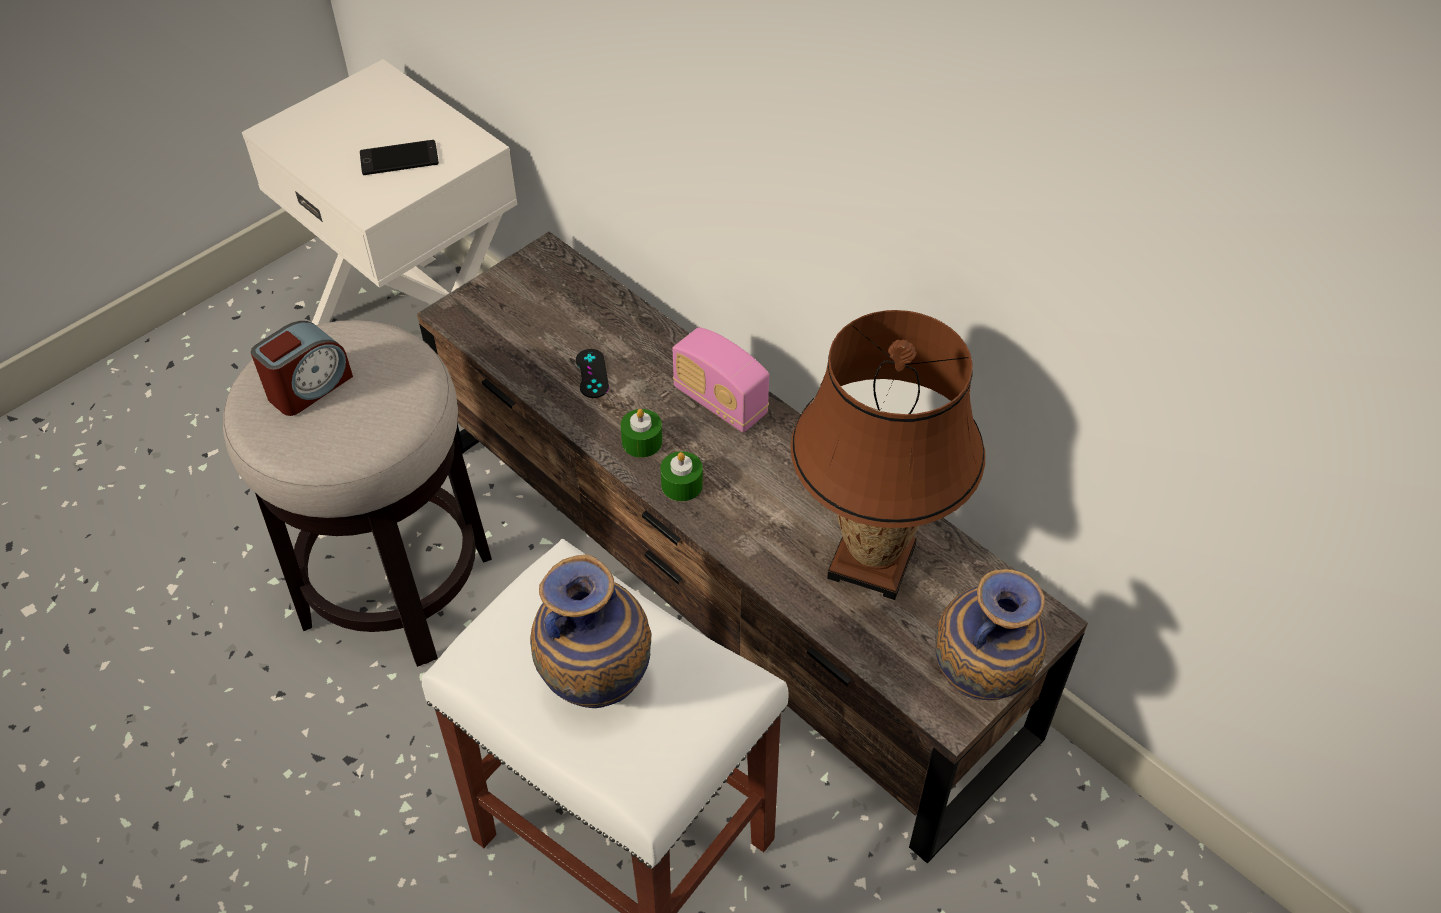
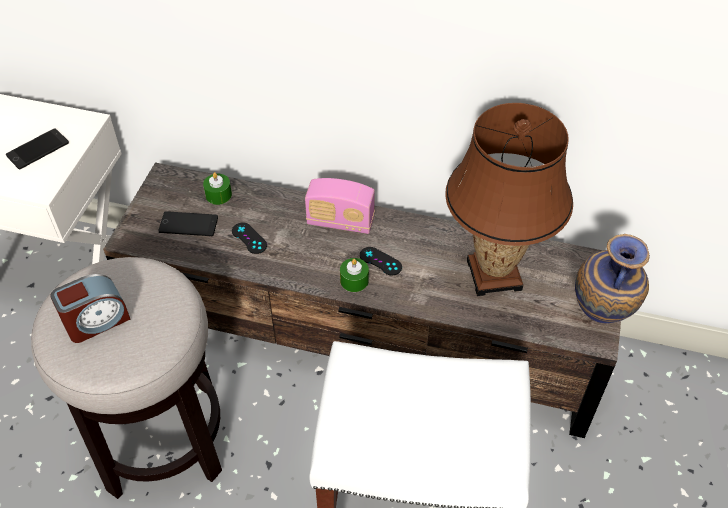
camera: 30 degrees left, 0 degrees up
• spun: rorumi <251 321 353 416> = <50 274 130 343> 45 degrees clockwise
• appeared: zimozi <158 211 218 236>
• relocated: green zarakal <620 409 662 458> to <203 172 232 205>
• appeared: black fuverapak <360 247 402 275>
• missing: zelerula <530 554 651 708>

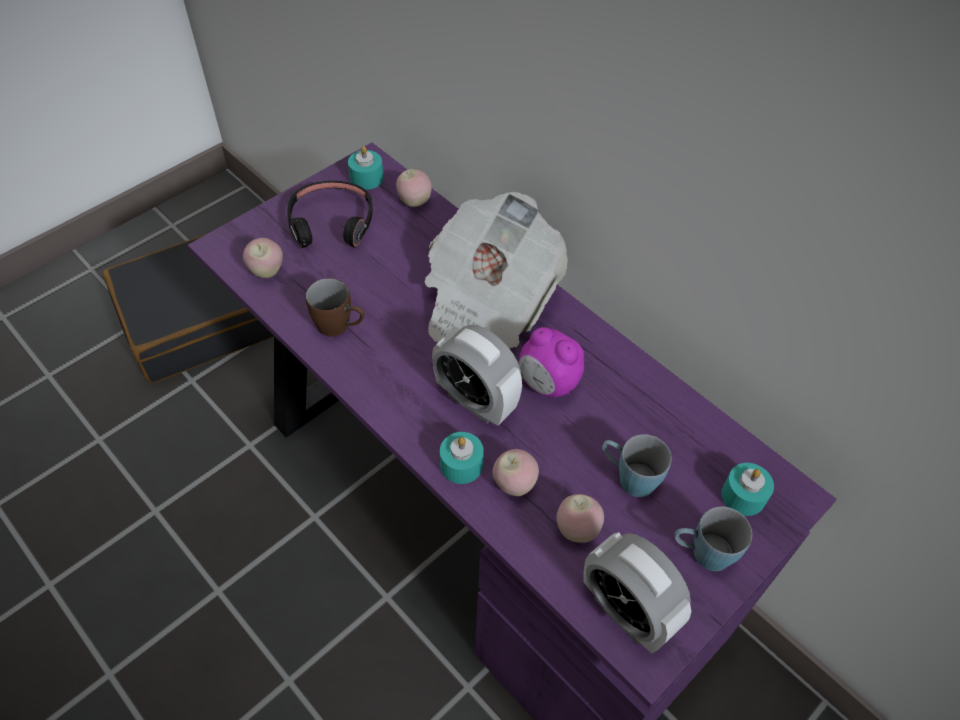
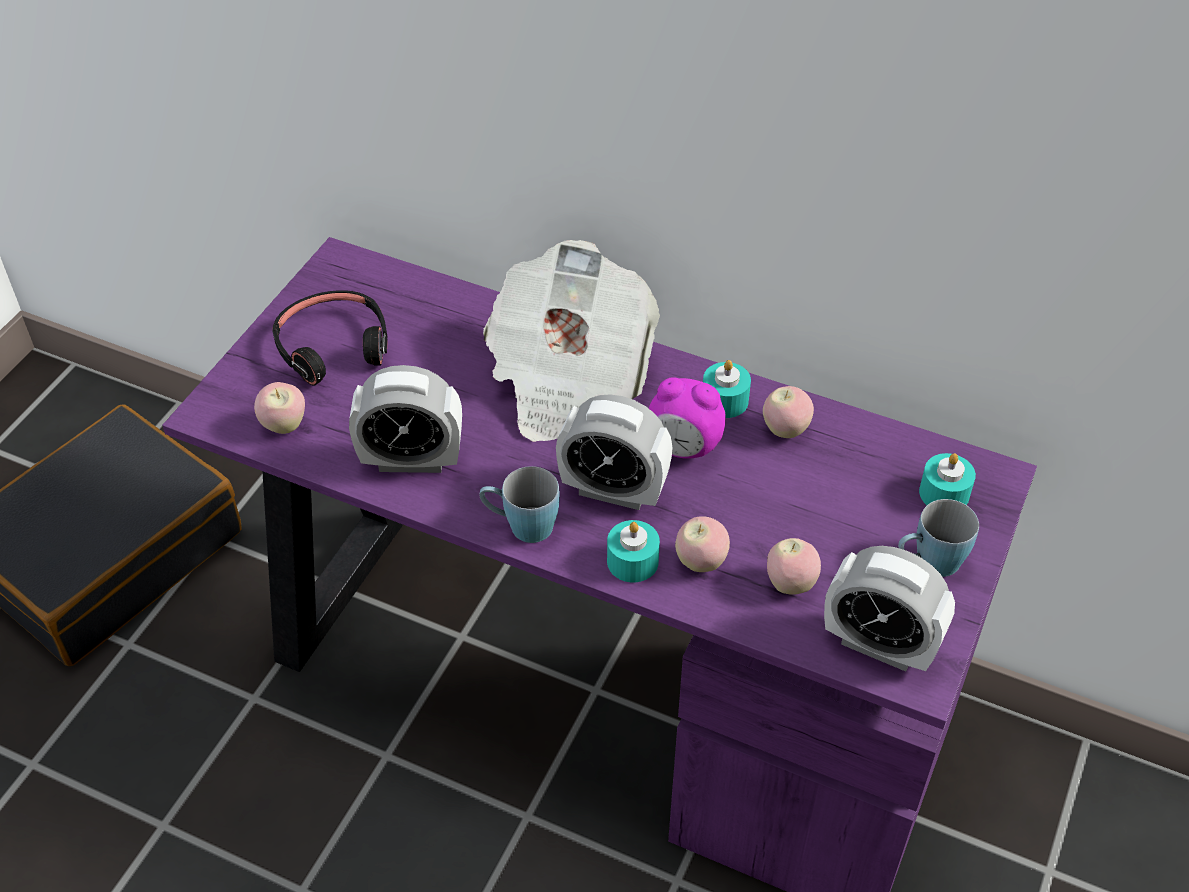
camera: 20 degrees left, 5 degrees down
• exchanged: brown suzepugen <305 278 364 337> to rorumi <349 365 462 473>
• relocated: blue suzepugen <602 434 672 497> to <480 466 559 543>
• relocated: turquoise zarakal <348 146 383 190> to <703 360 751 418>
• relocated: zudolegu <396 169 432 207> to <763 386 814 438>

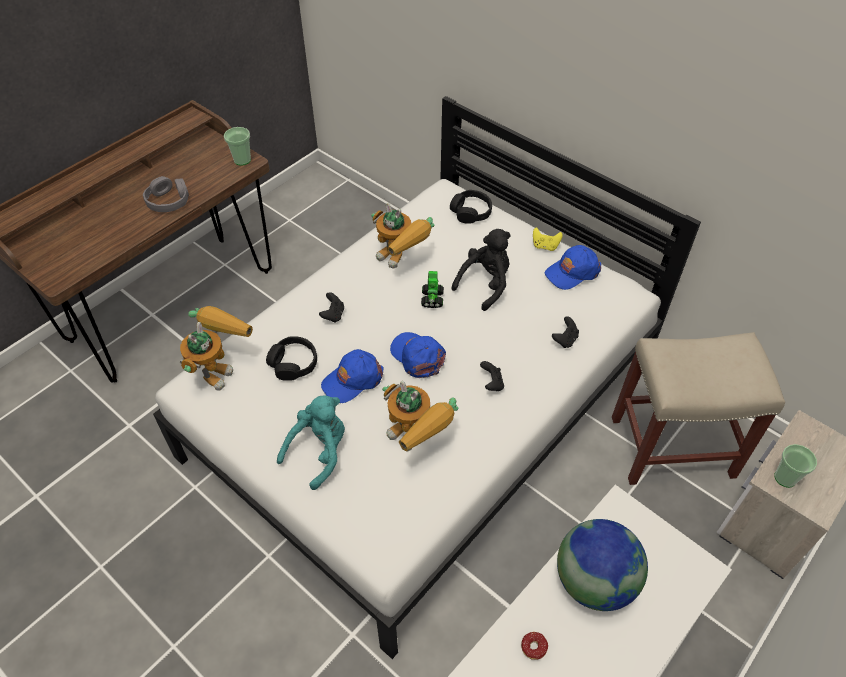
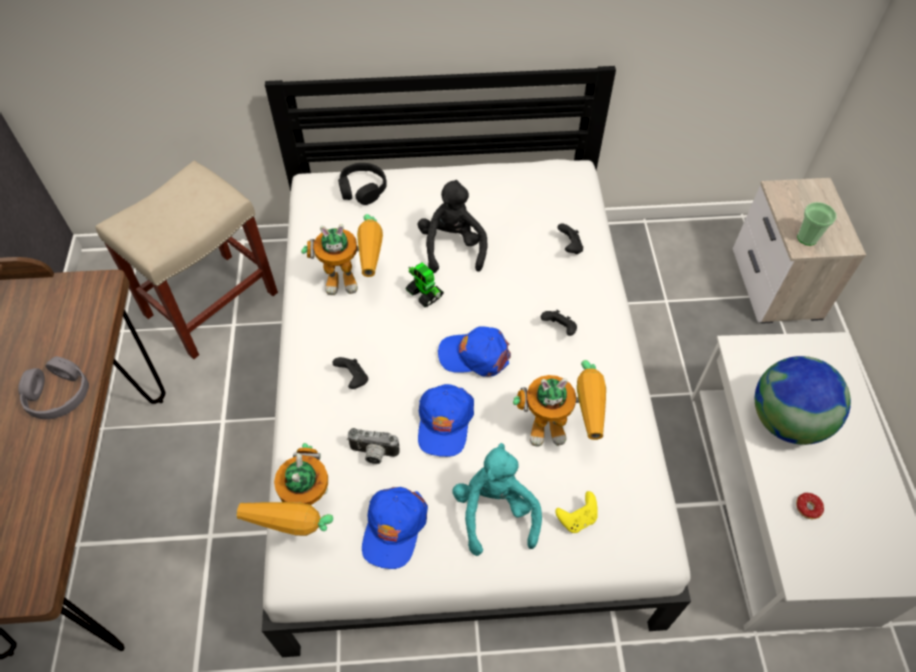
camera: 45 degrees left, 5 degrees up
• relocated: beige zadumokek <612 332 785 485> to <95 161 278 359>
• spun: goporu <180 306 253 390> = <237 443 333 536> 150 degrees counterclockwise
• exchanged: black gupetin <266 336 317 381> to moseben <347 428 400 464>
• relocated: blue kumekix <545 245 601 290> to <362 487 428 569>
• relocated: yellow fuverapak <533 228 563 251> to <555 491 598 533>
• missing: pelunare <224 127 251 166>

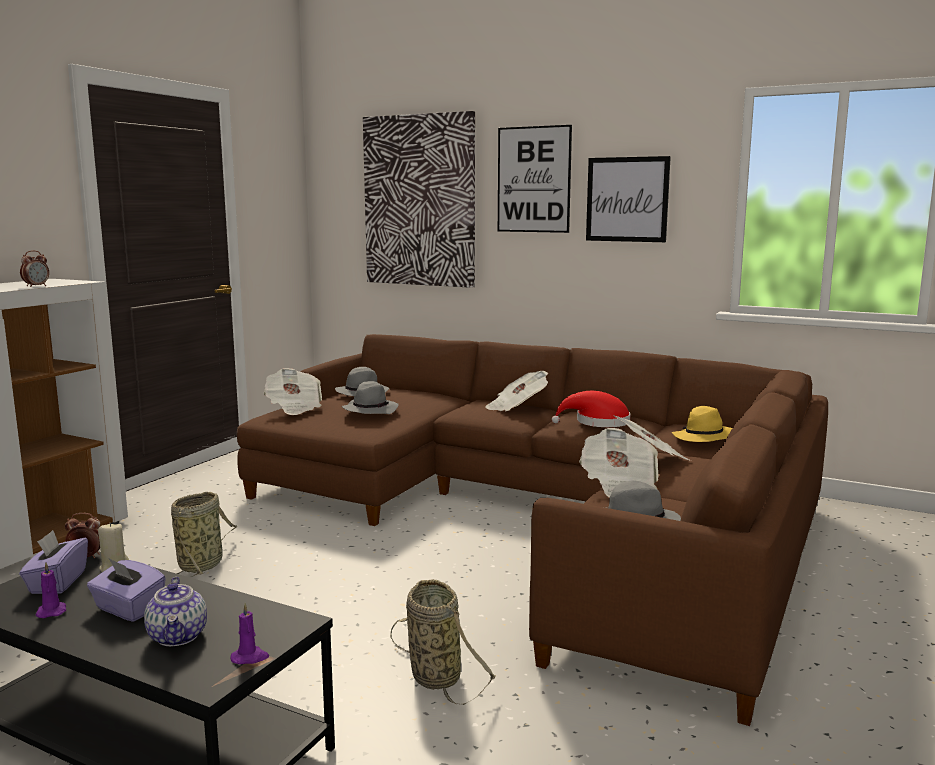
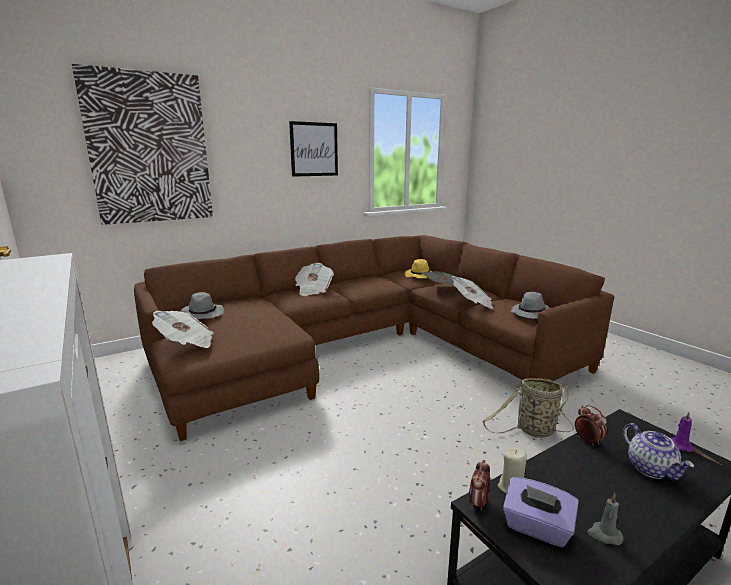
camera: 60 degrees left, 5 degrees up
• relocated: rorumi <20 250 49 287> to <575 405 607 446>
• colour: purple zarakal <36 562 66 618> to grey zarakal <588 493 623 545>
• spun: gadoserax <144 577 207 646> = <623 423 694 481> 60 degrees clockwise
• missing: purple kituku <87 558 166 622>
• missing: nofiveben <171 492 237 577>
• missing: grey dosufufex <342 381 398 414>
• missing: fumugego <498 125 572 233>
• missing: red dosufufex <552 391 631 427>

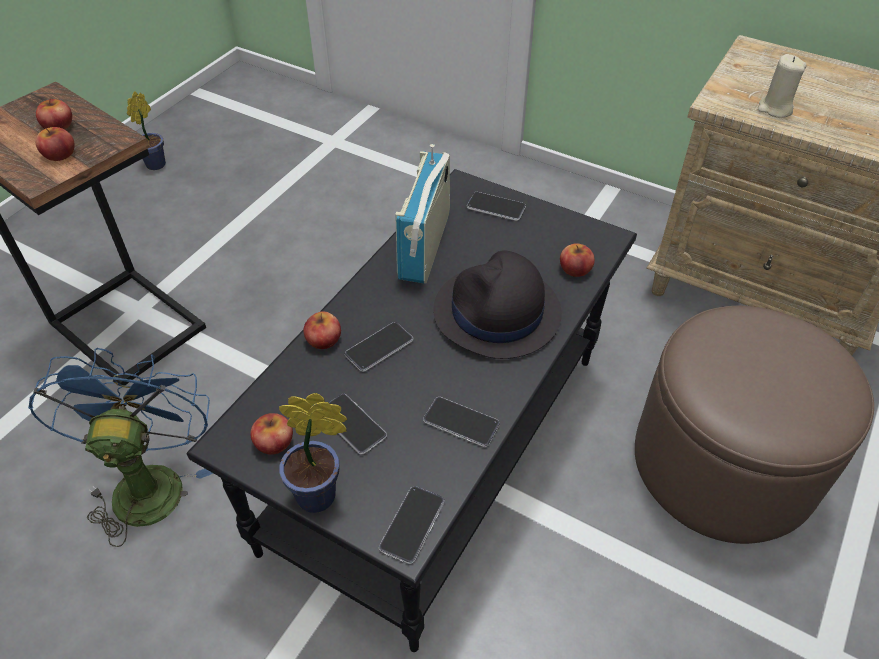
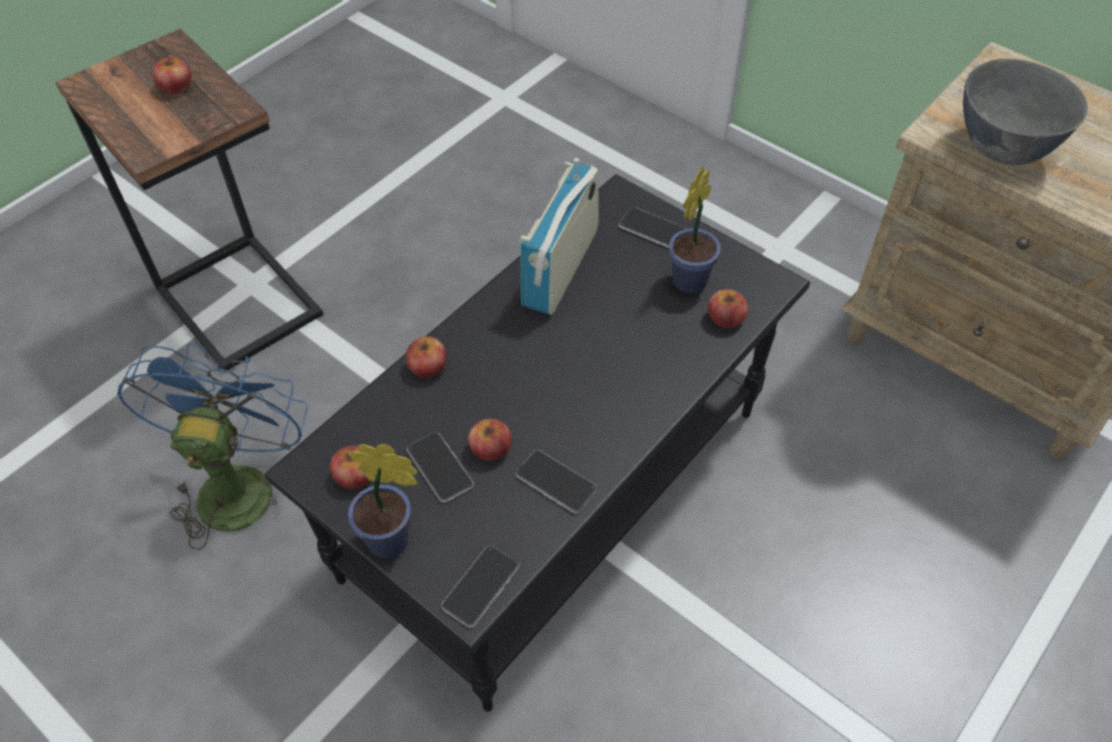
camera: 10 degrees right, 5 degrees up
• relocated: zudolegu <36 127 75 161> to <468 419 512 461>
• relocated: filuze <127 91 166 170> to <669 167 721 293>
• exchanged: beige zarakal <758 54 807 118> to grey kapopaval <963 59 1088 165>
• missing: zimozi <345 322 413 372>
• missing: black dosufufex <433 250 562 359>
• missing: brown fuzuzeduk <635 306 874 544>

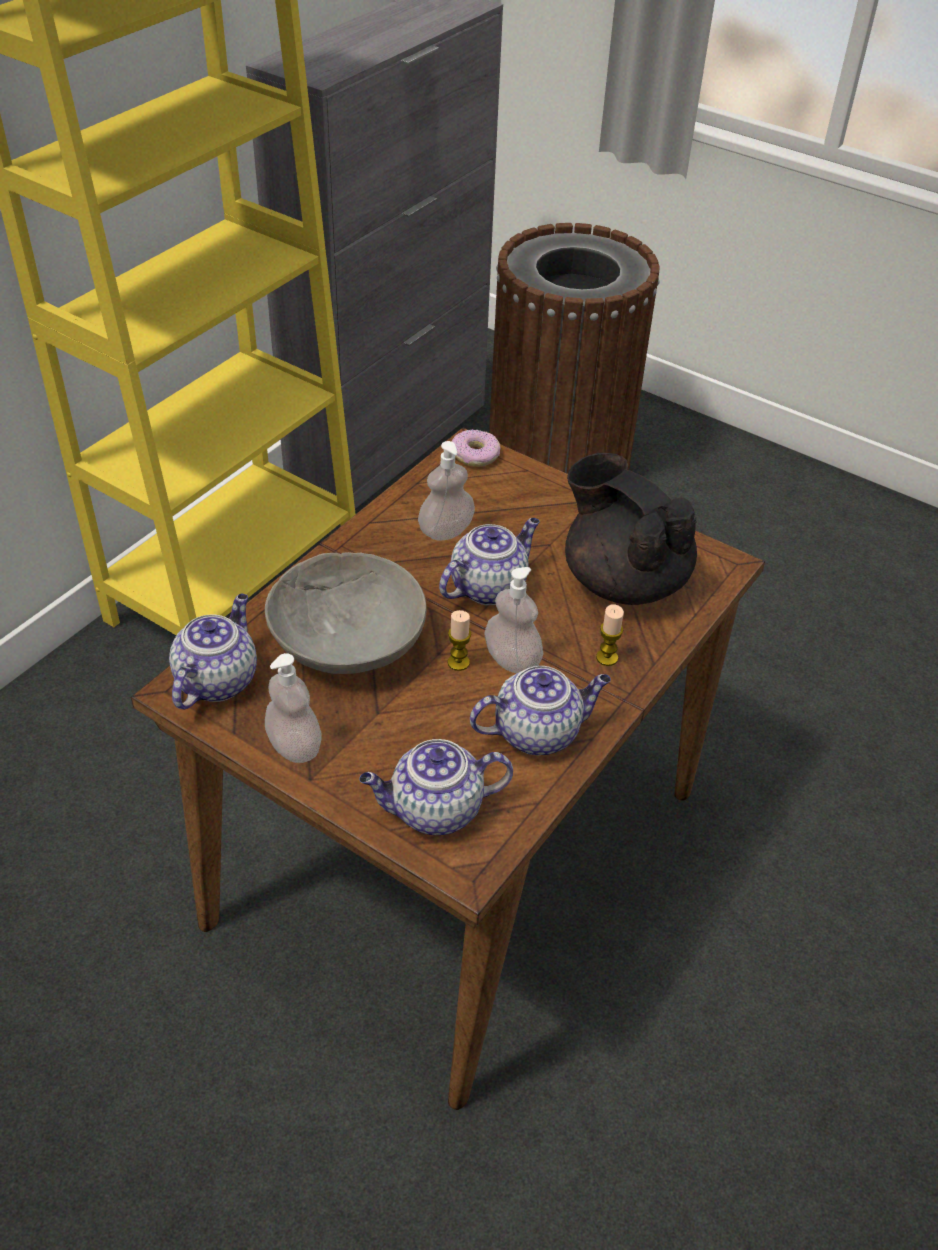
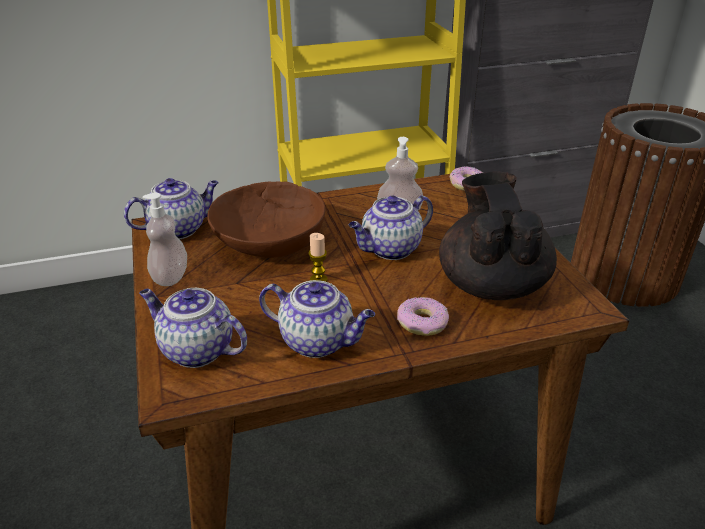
camera: 40 degrees right, 10 degrees down
• colour: grey kapopaval <265 552 426 674> to brown kapopaval <207 181 325 258>
• spun: gadoserax <439 518 540 605> = <349 196 433 260> 150 degrees clockwise
• exchanged: zarakal <596 604 624 666> to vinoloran <397 297 449 336>
• missing: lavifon <484 567 543 673>

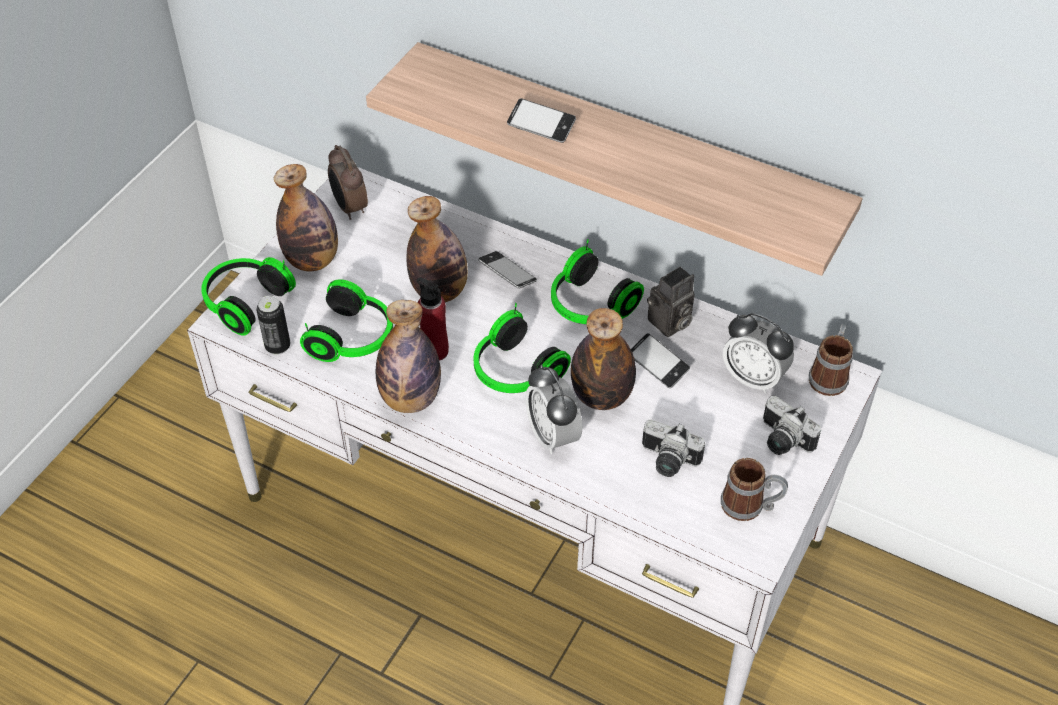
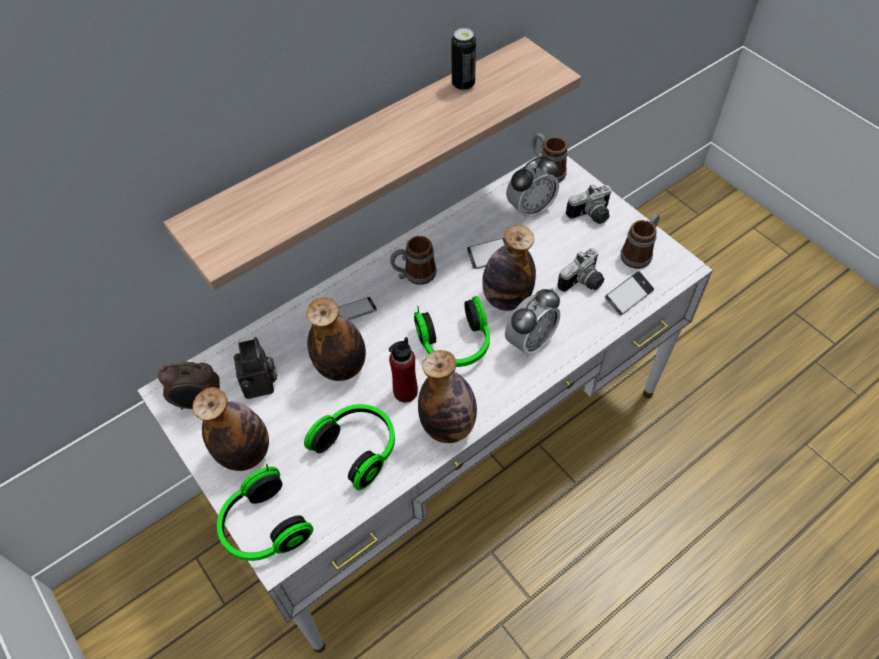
camera: 65 degrees left, 5 degrees up
• relocated: moseben <647 266 695 337> to <234 337 277 399>
• exchanged: gupetin <551 239 644 324> to suzepugen <390 236 437 285>
• relocated: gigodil <256 296 290 355> to <451 28 476 91>
• spun: rorumi <525 365 582 454> = <505 289 560 358> 45 degrees counterclockwise
• relocated: zimozi <507 98 576 143> to <605 271 654 316>

